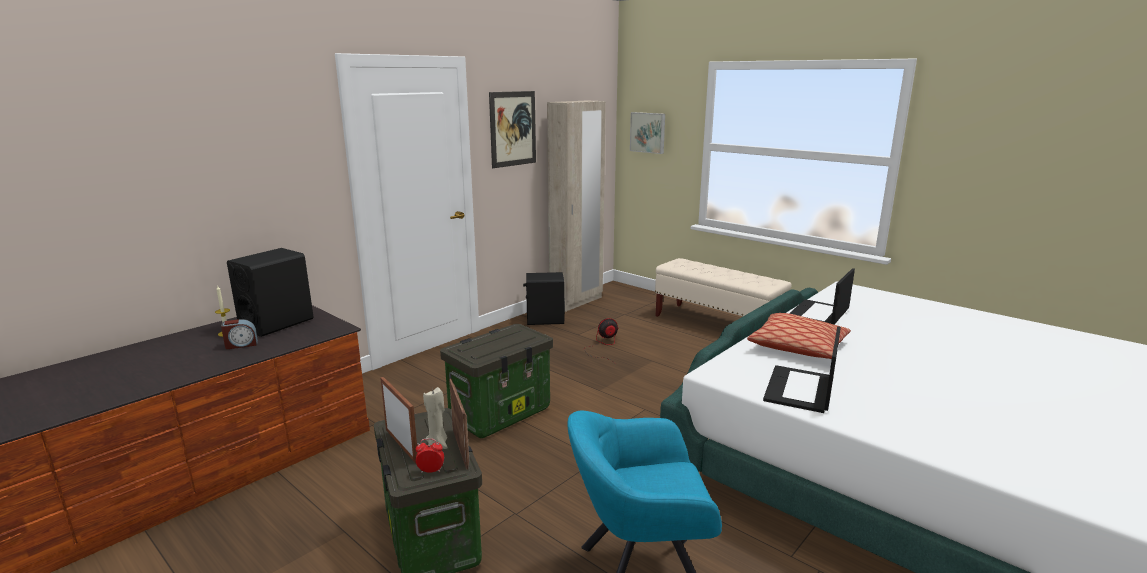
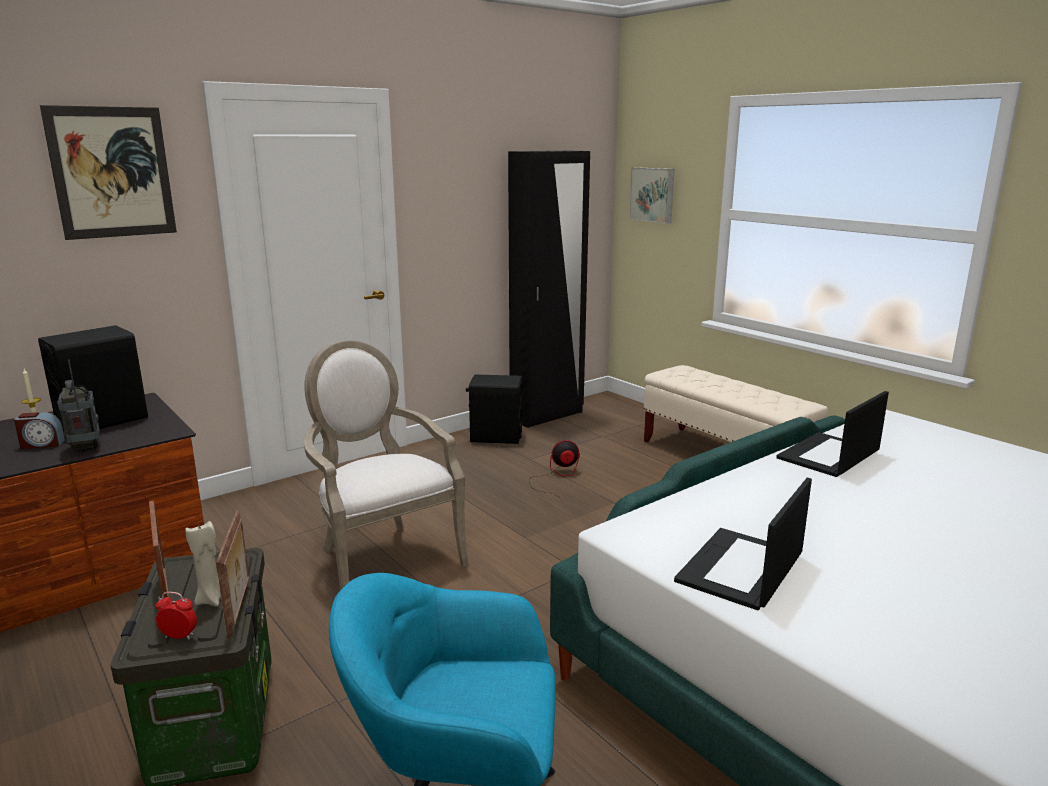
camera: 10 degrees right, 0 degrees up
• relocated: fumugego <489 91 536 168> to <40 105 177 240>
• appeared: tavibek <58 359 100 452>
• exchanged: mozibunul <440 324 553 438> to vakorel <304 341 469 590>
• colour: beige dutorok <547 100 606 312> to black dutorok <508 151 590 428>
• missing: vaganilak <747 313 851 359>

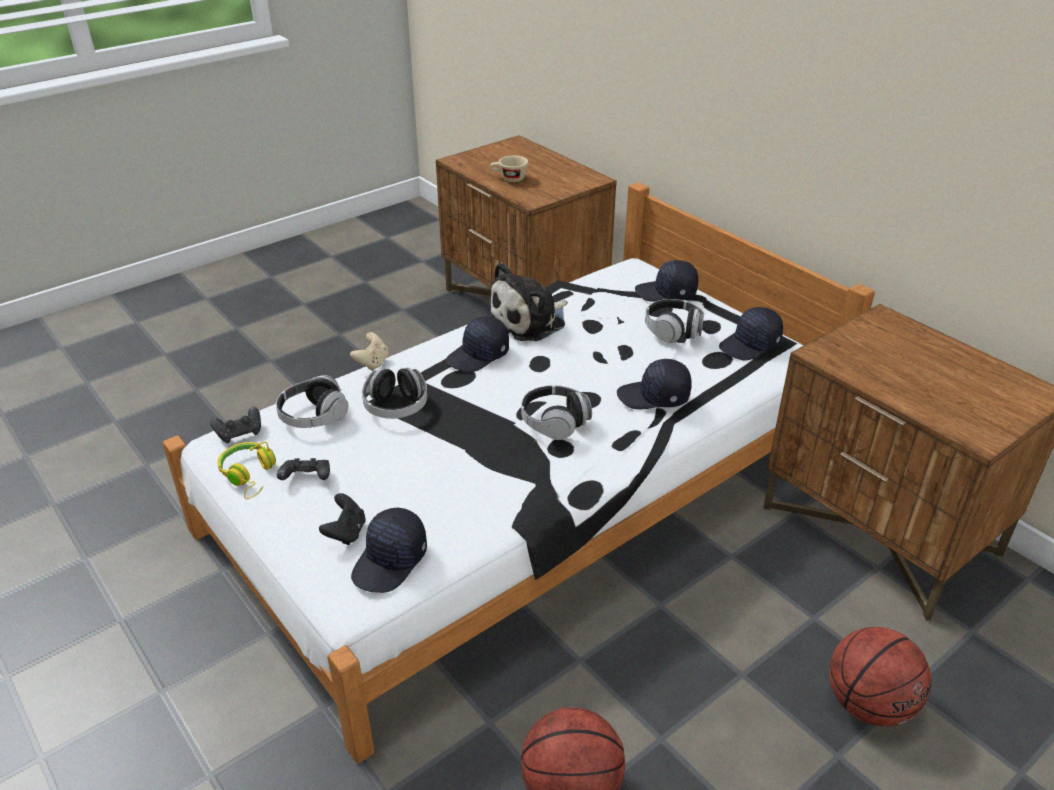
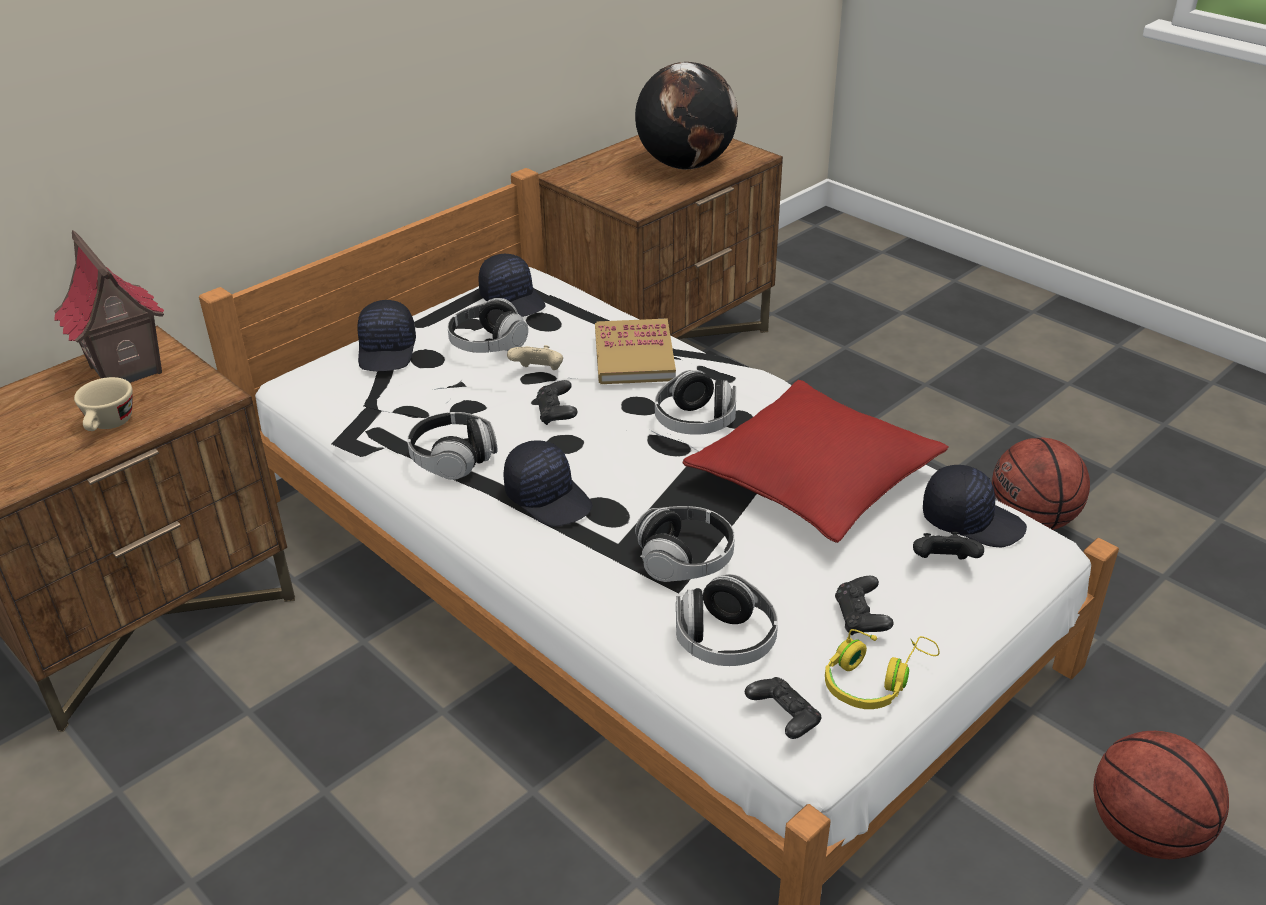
camera: 95 degrees left, 0 degrees up
• appeared: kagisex <54 230 164 383>
• exchanged: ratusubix <486 262 568 341> to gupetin <407 412 497 480>
• relocated: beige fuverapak <350 332 389 371> to <507 345 563 370>
• appeared: black fuverapak <536 380 577 425>
• exchanged: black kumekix <617 359 692 410> to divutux <595 318 676 384>
• appeared: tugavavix <635 62 738 170>
• appeared: red vaganilak <682 380 949 543>
• relocated: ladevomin <829 627 931 726> to <1093 731 1229 859>

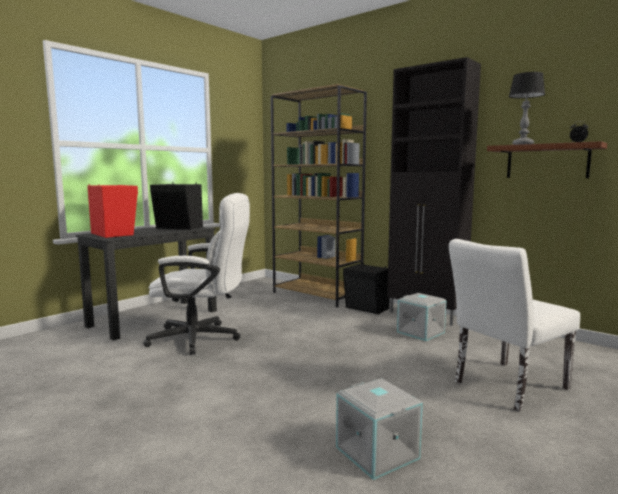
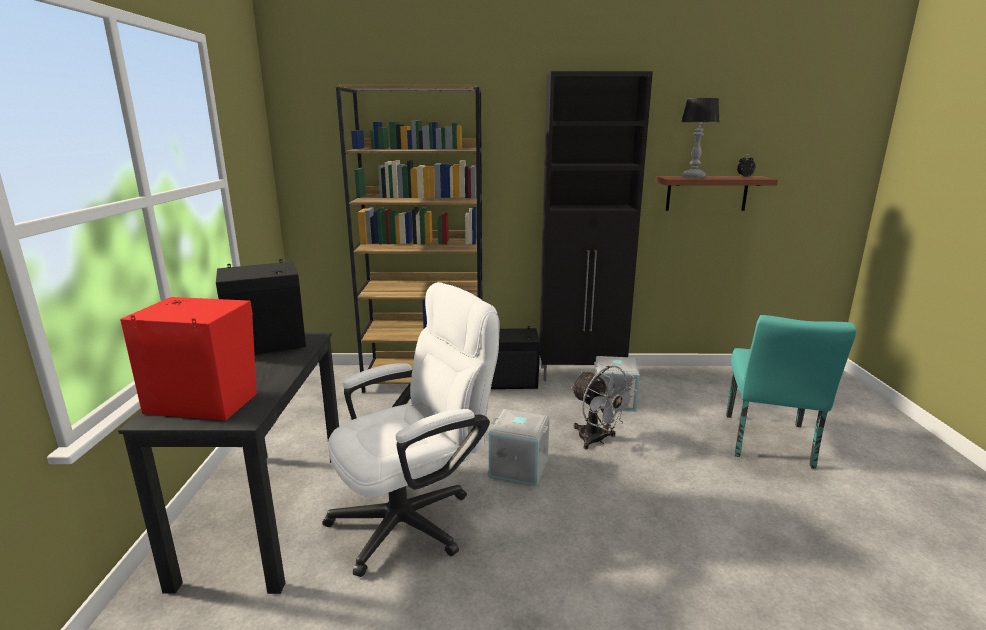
camera: 40 degrees left, 10 degrees up
• relocated: grey mozibunul <336 378 423 480> to <489 409 550 486>
• appeared: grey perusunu <571 366 637 449>
• colour: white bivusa <449 239 580 412> to turquoise bivusa <726 315 856 469>

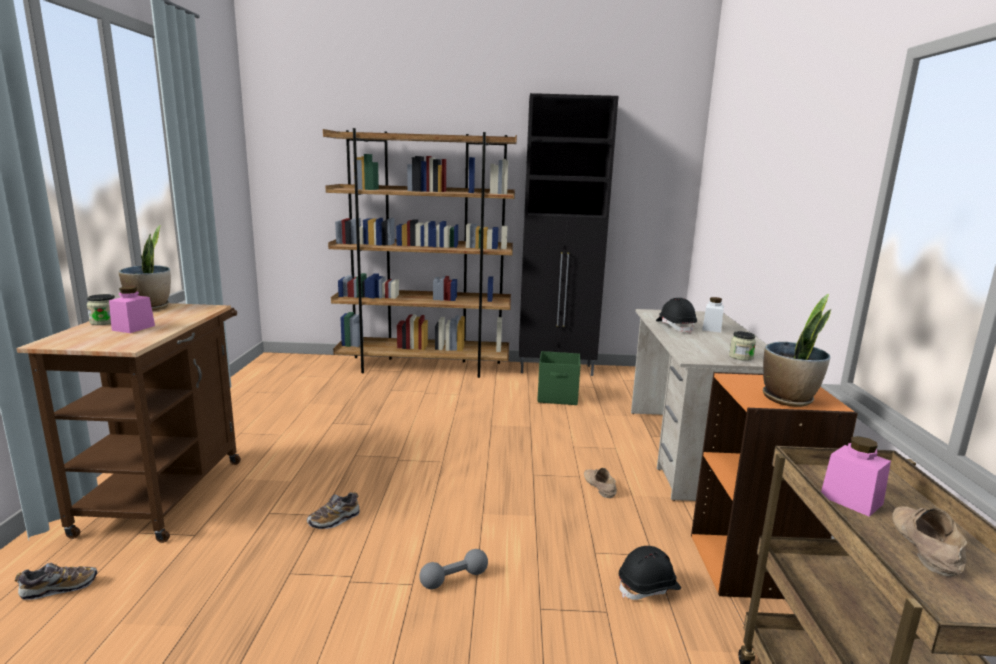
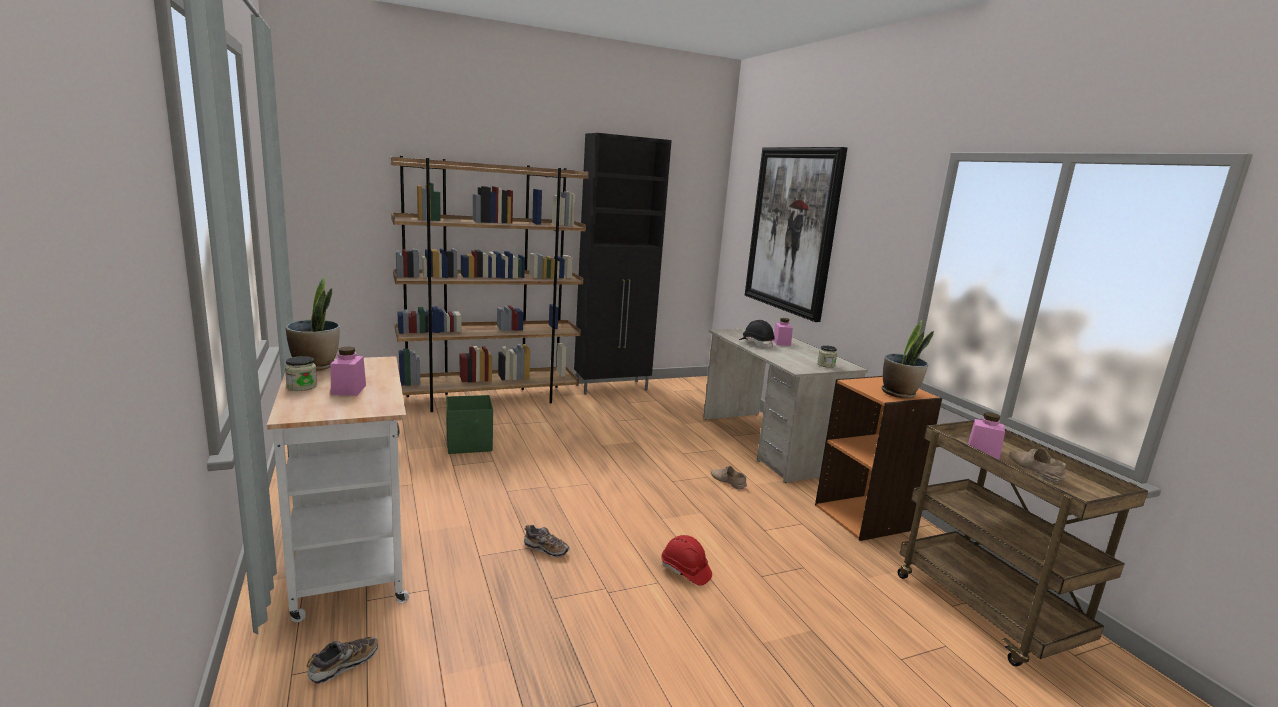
camera: 25 degrees left, 0 degrees up
• colour: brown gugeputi <16 303 241 543> to white gugeputi <267 356 409 622>
• relocated: green mozibunul <537 351 580 405> to <446 395 493 454>
• spun: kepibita <307 492 360 529> = <524 525 569 558> 90 degrees counterclockwise
• exchanged: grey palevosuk <419 549 488 589> to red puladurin <661 535 712 586>
• appeared: fumugego <745 147 847 322>
• colour: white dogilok <702 297 724 333> to pink dogilok <773 318 793 346>
• missing: black puladurin <619 546 681 600>

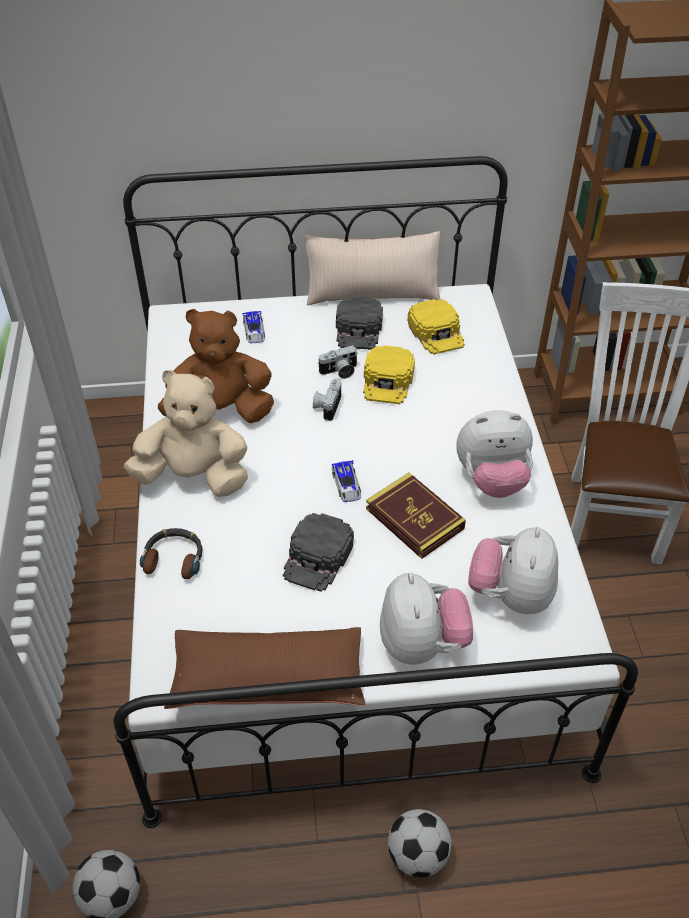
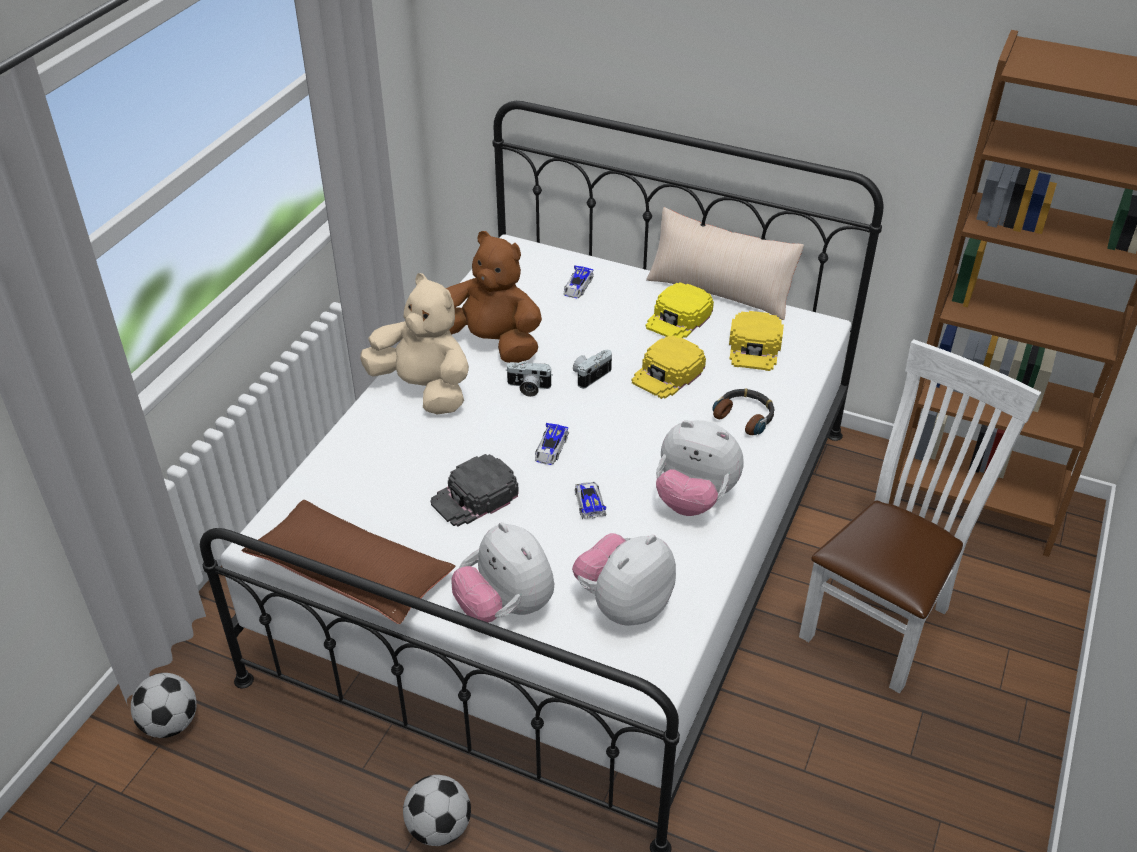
camera: 30 degrees right, 5 degrees down
• spun: ratusubix <380 573 473 665> = <451 522 554 623> 120 degrees clockwise
• relocated: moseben <317 346 358 379> to <505 362 553 397>
• exchanged: divutux <366 473 466 559> to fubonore <575 482 606 519>
• colour: black kumekix <336 296 383 350> to yellow kumekix <645 282 714 338>
• relocated: gupetin <140 528 202 579> to <712 388 774 435>

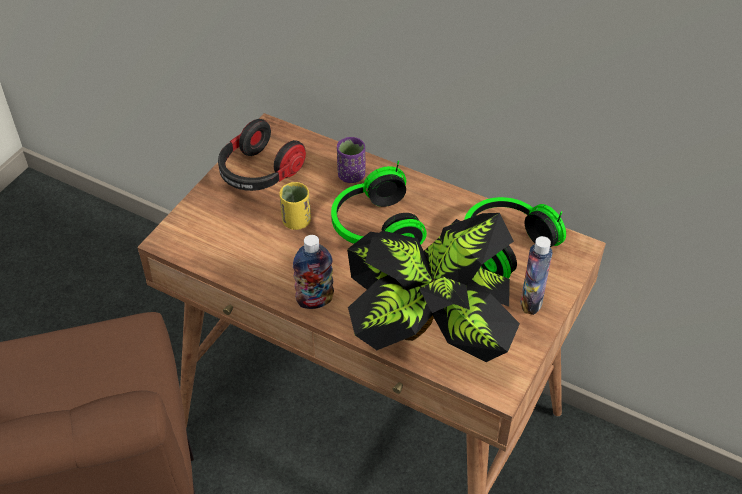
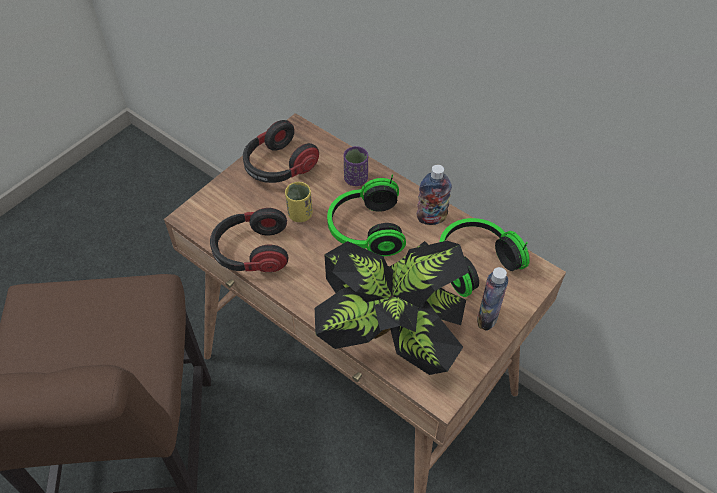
camera: 10 degrees right, 5 degrees up
• appeared: gupetin <210 208 289 272>
• relocated: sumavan <293 235 334 309> to <416 165 452 225>

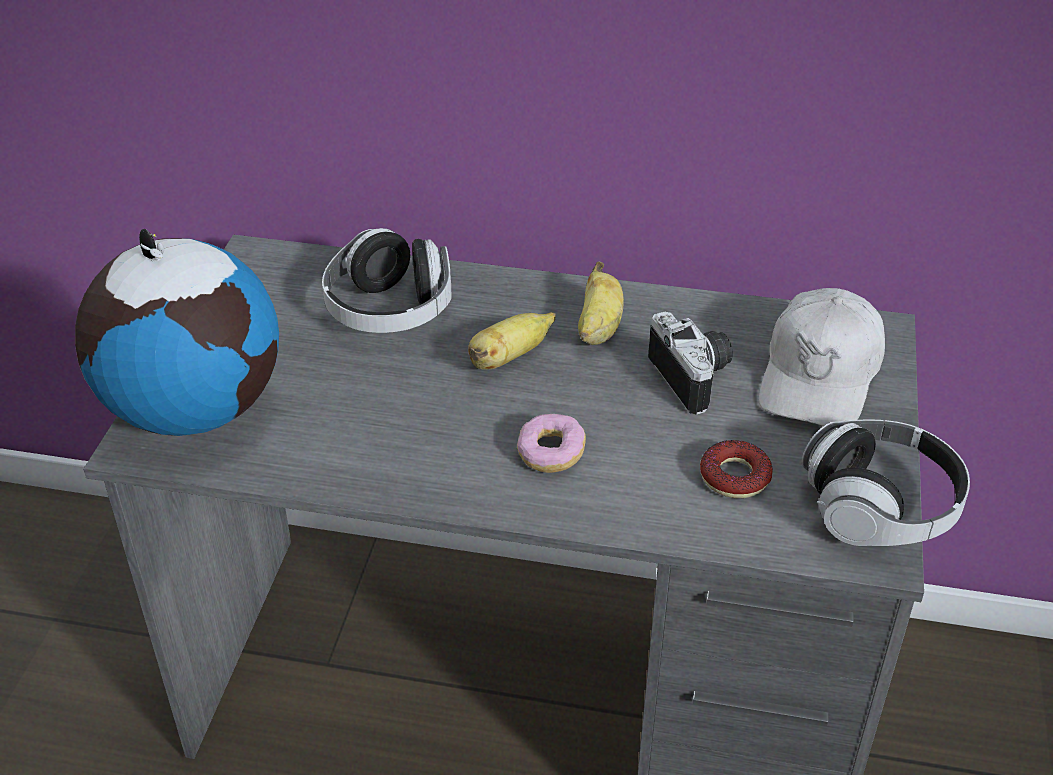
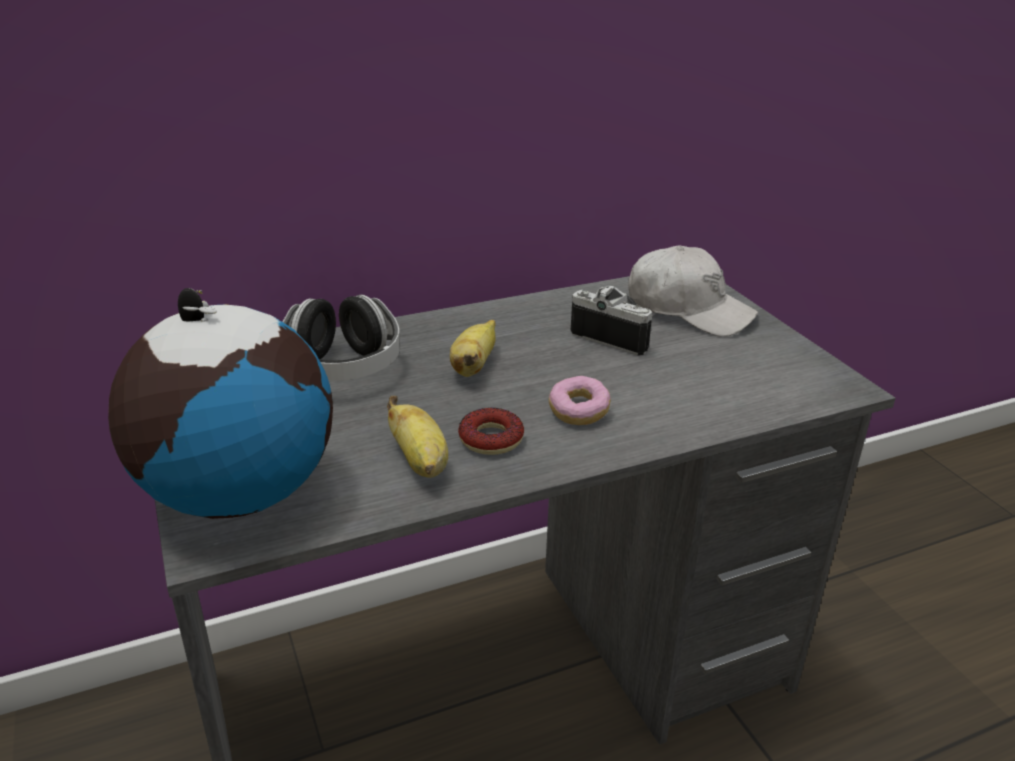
camera: 35 degrees left, 10 degrees down
• relocated: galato <578 261 624 345> to <387 396 448 478>
• relocated: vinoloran <700 440 773 498> to <458 408 524 455>
• spun: white kumekix <759 288 885 426> = <628 245 758 337> 45 degrees counterclockwise
• missing: gupetin <802 420 970 546>

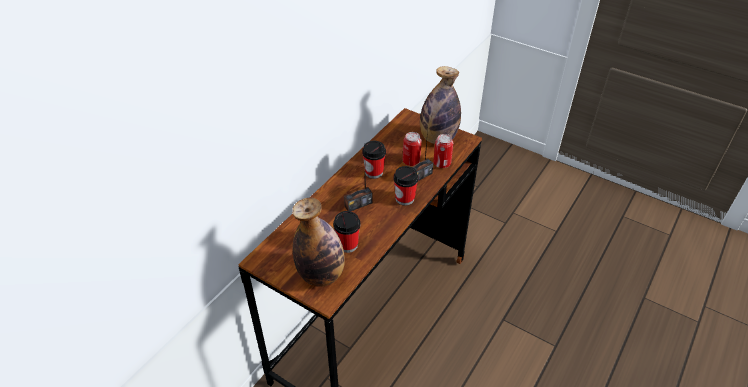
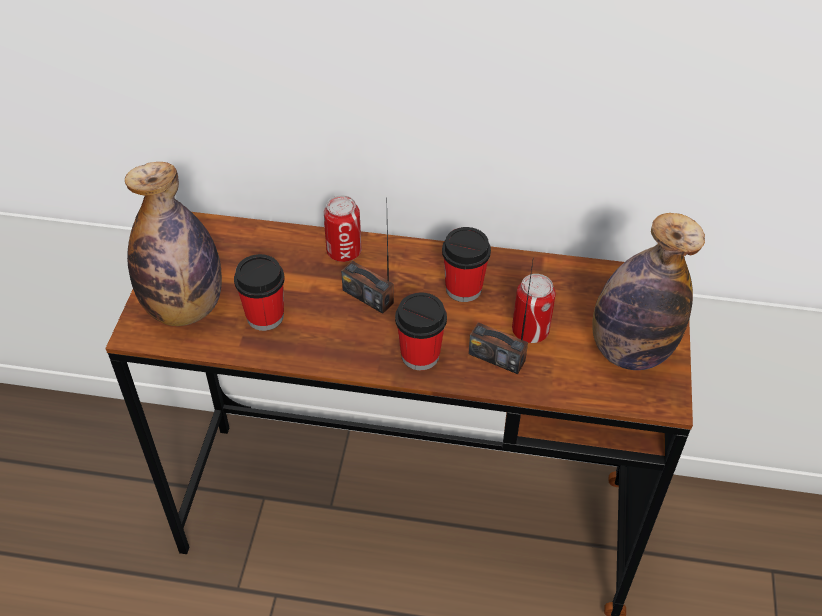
camera: 65 degrees right, 5 degrees up
• relocated: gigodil <433 134 453 168> to <324 195 362 262>

